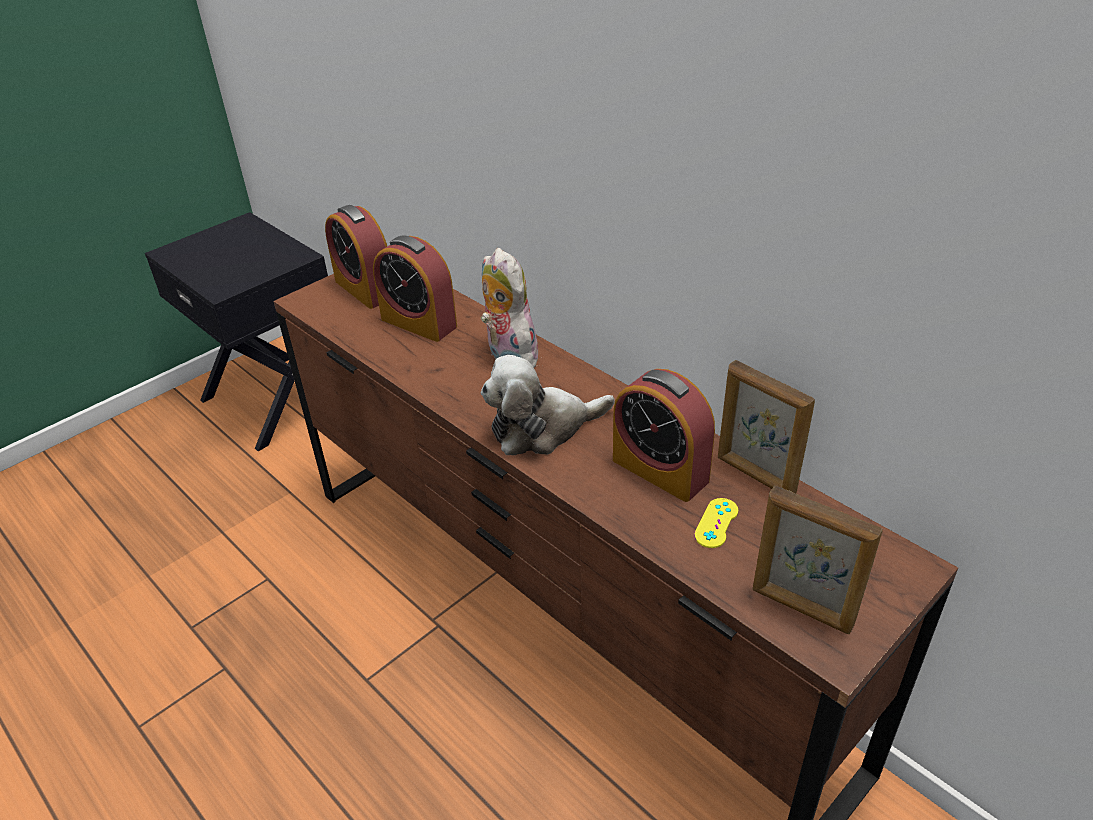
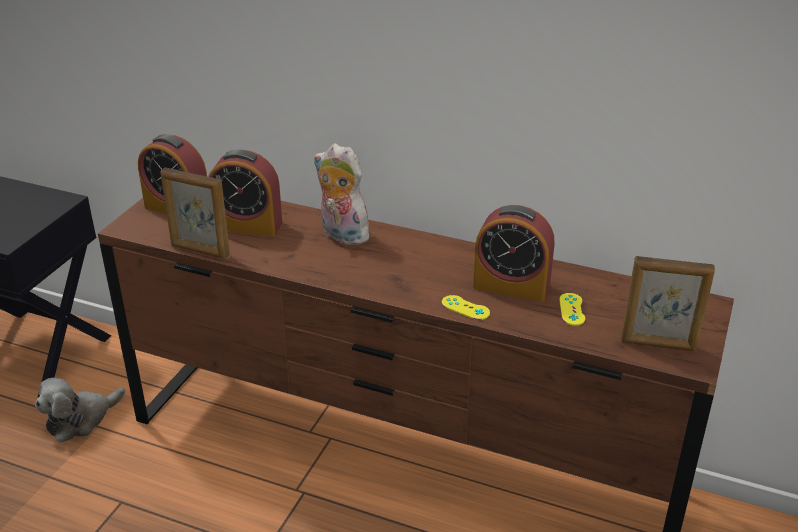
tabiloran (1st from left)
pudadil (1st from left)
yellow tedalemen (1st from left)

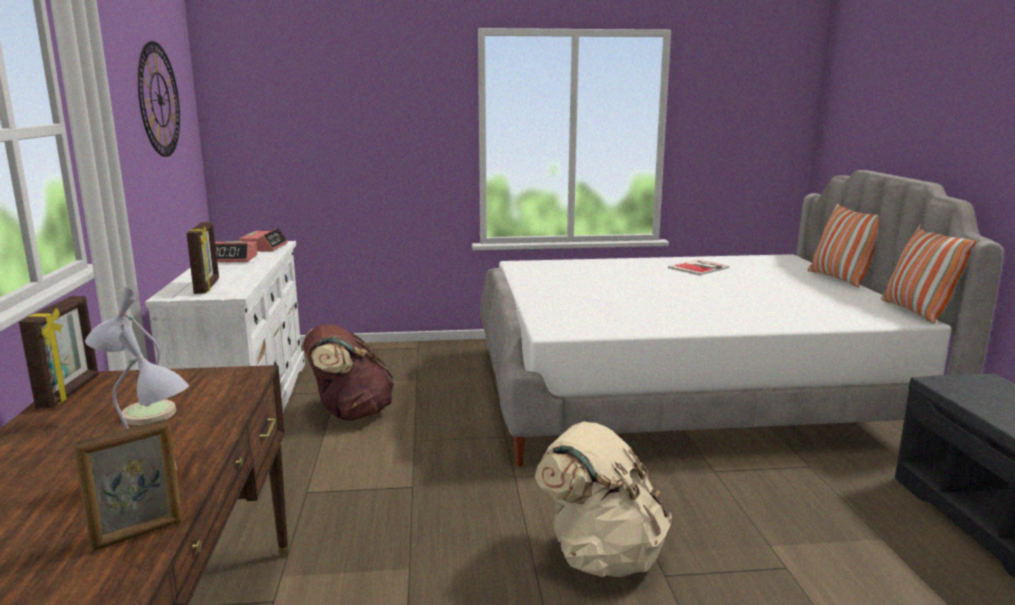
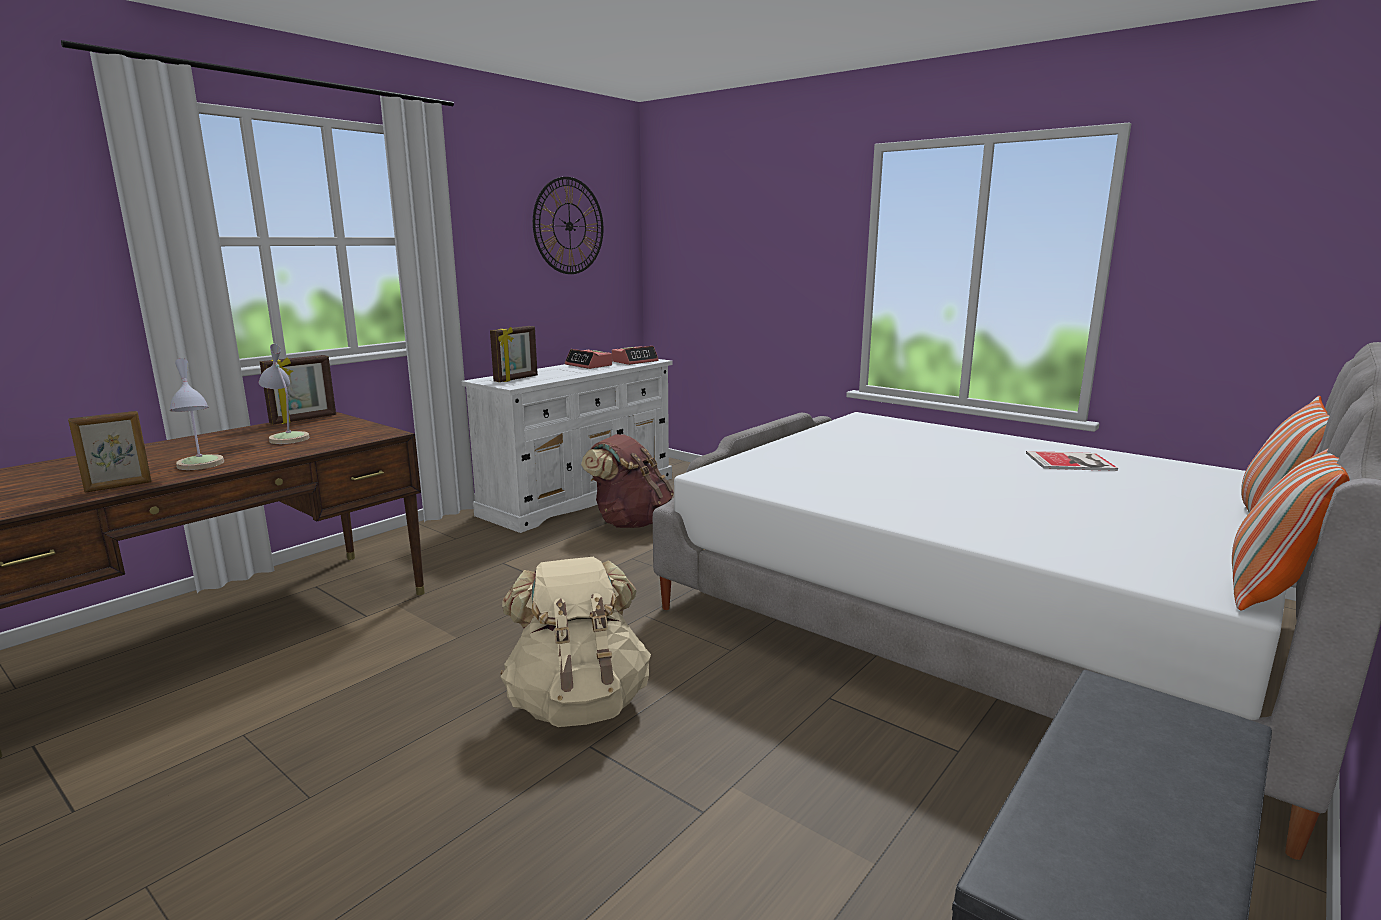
pudadil (1st from left)

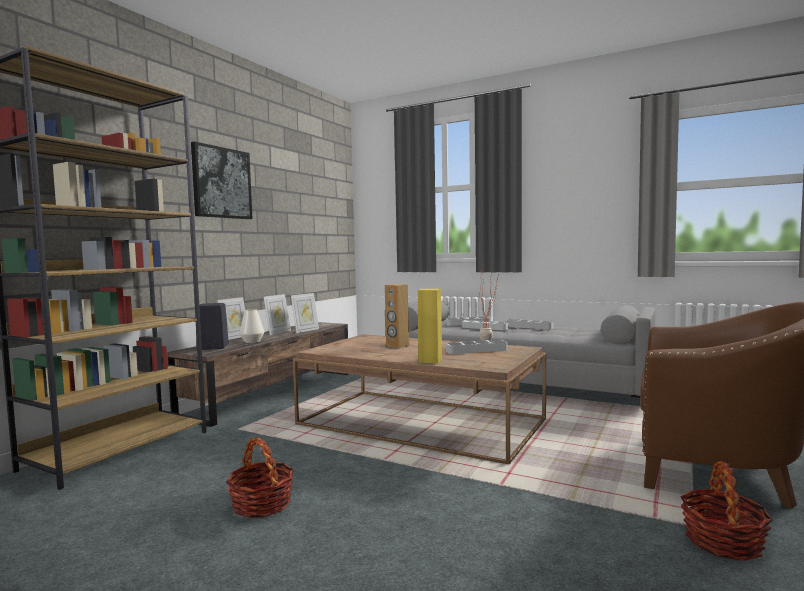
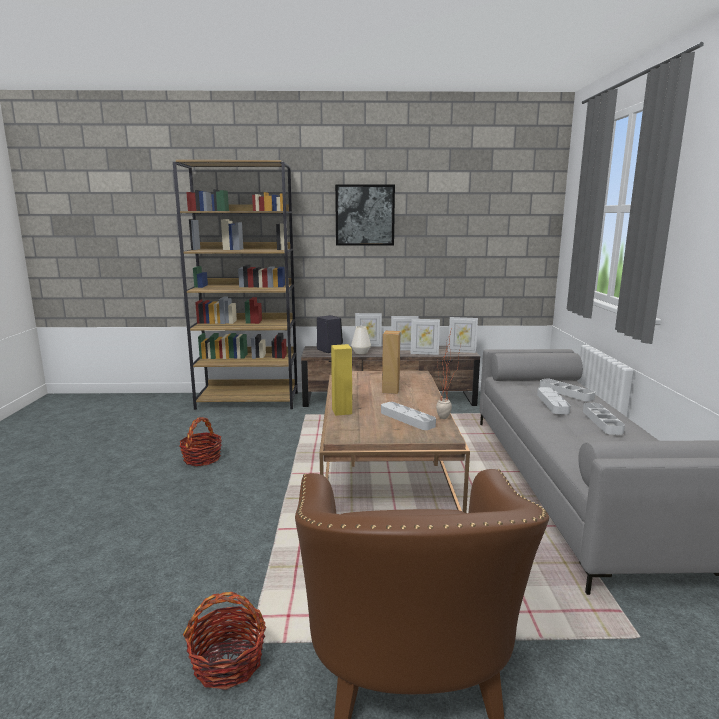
pudadil (4th from left)

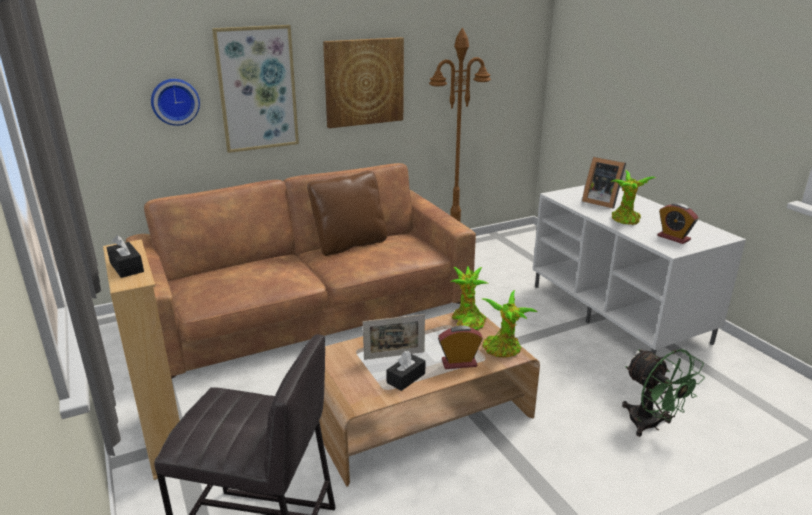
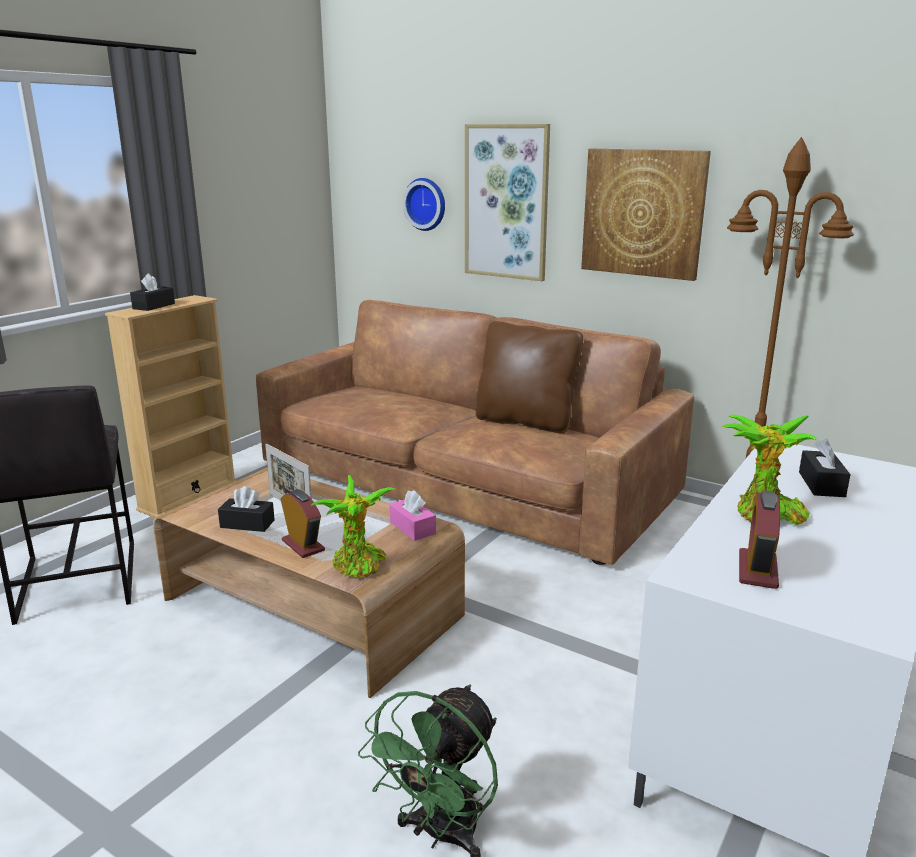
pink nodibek
black nodibek (3rd from left)

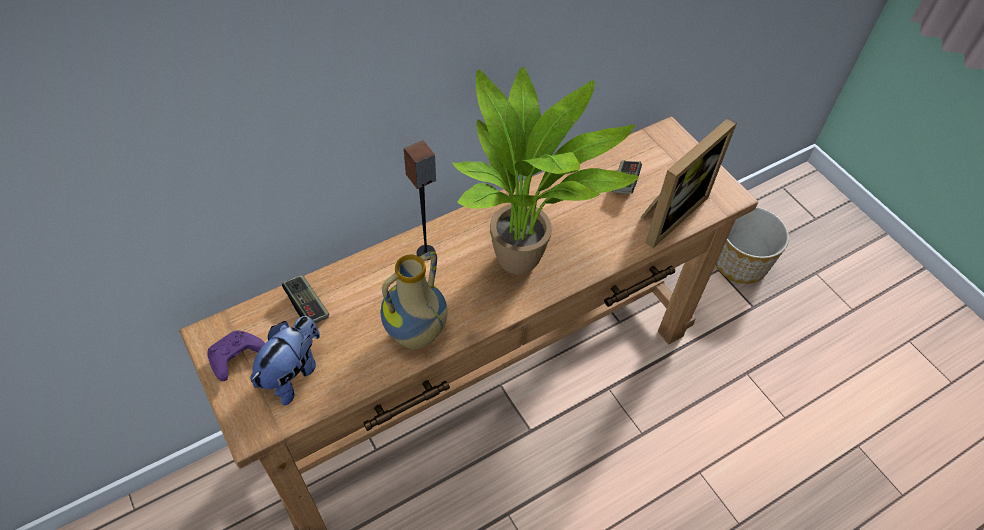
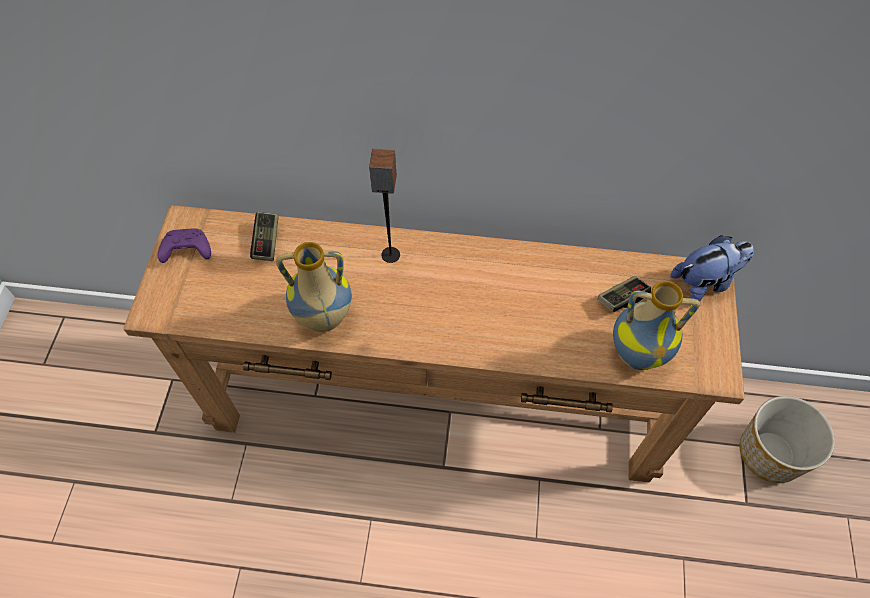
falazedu (2nd from left)
tabiloran
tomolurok

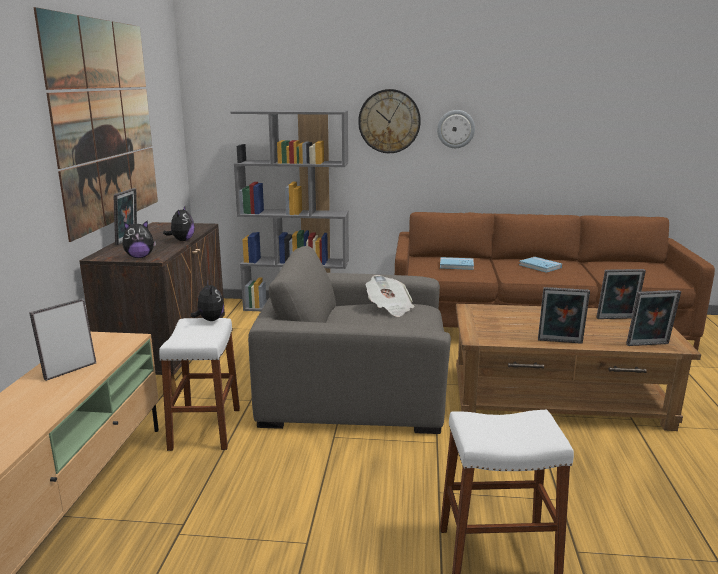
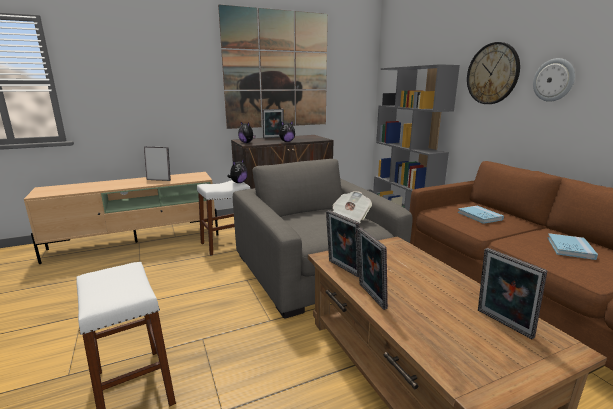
pudadil (3rd from left)

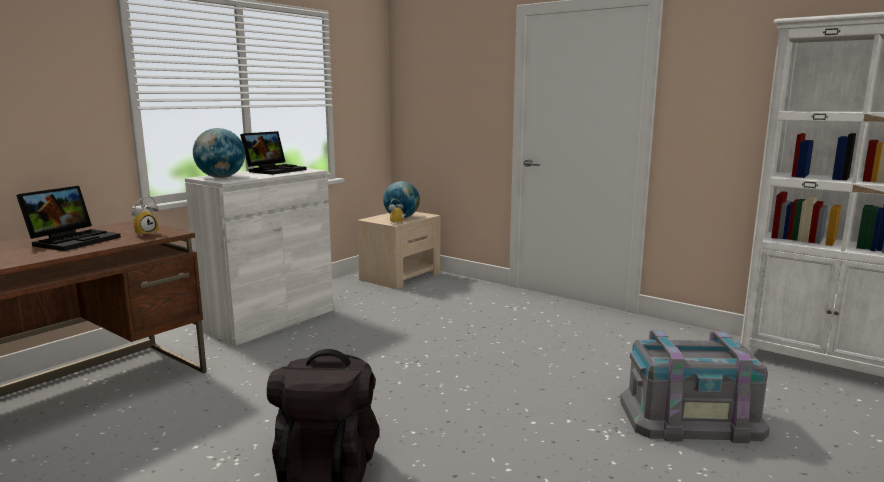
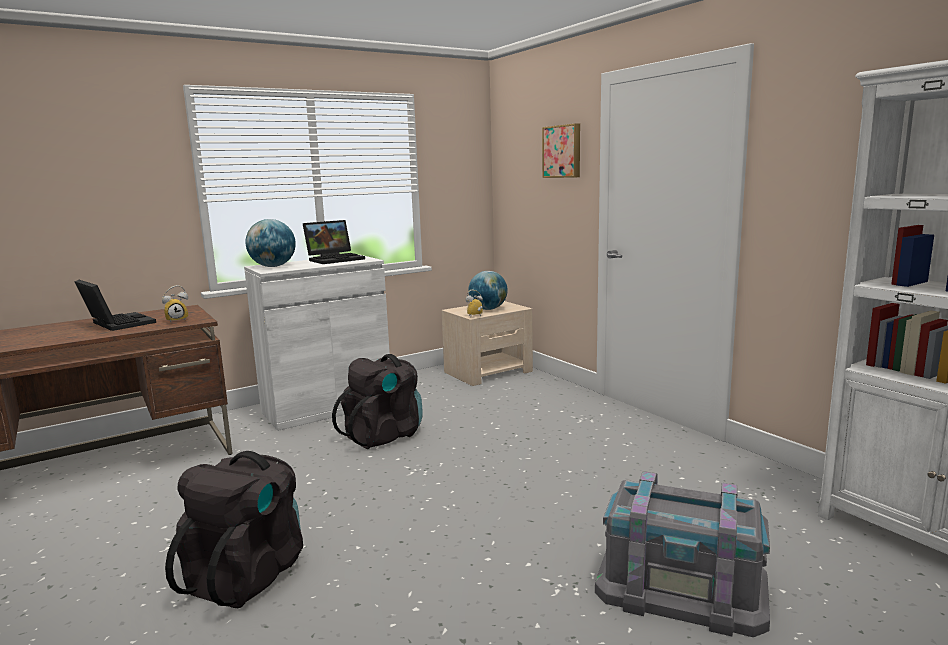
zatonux (1st from left)
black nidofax (2nd from left)
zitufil

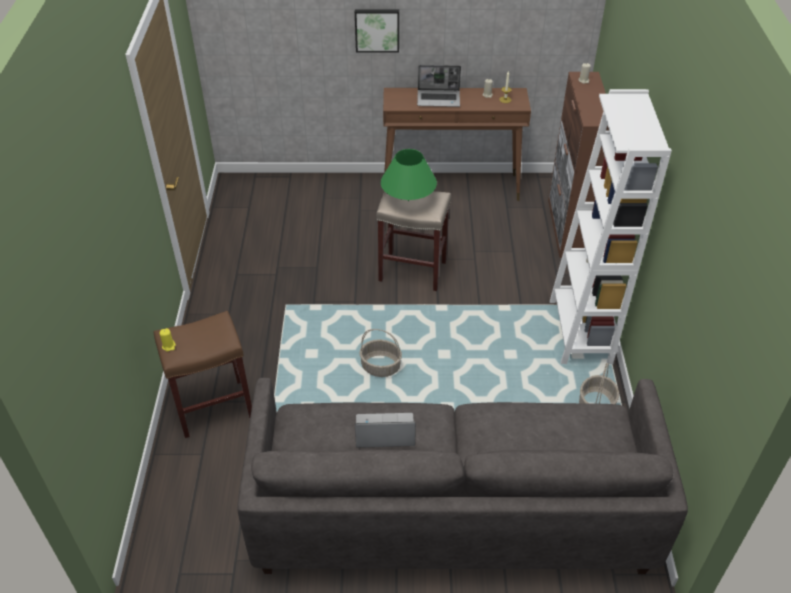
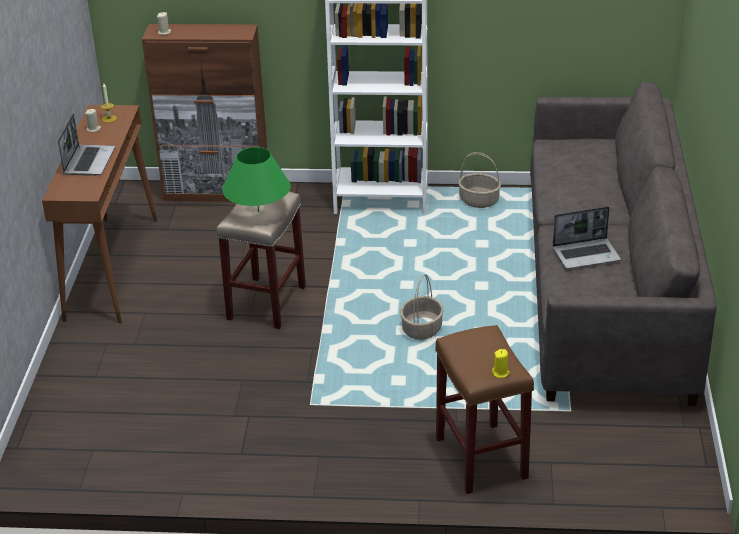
zatonux (2nd from left)
zitufil

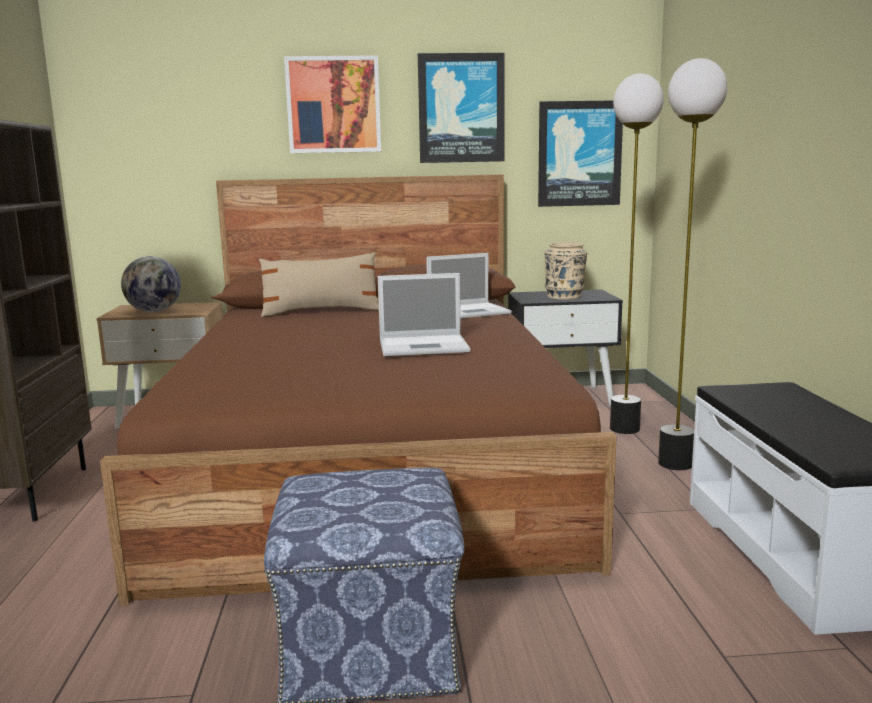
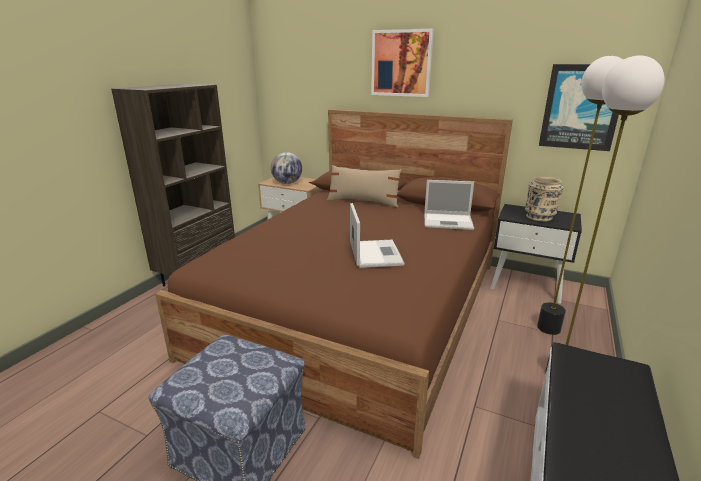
zatonux (1st from left)
zitufil (2nd from left in the first image)

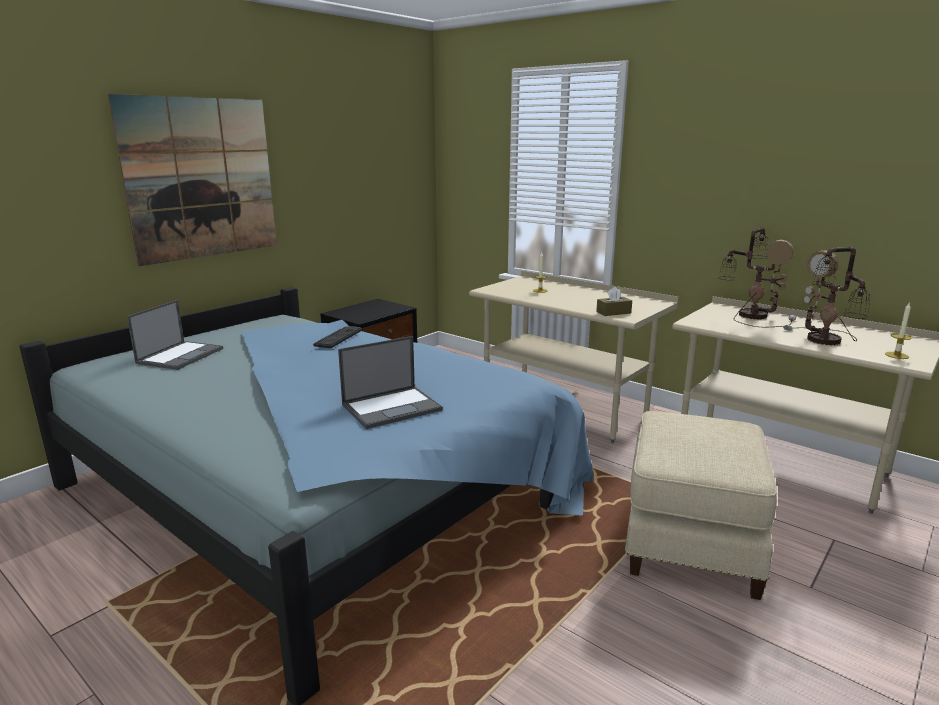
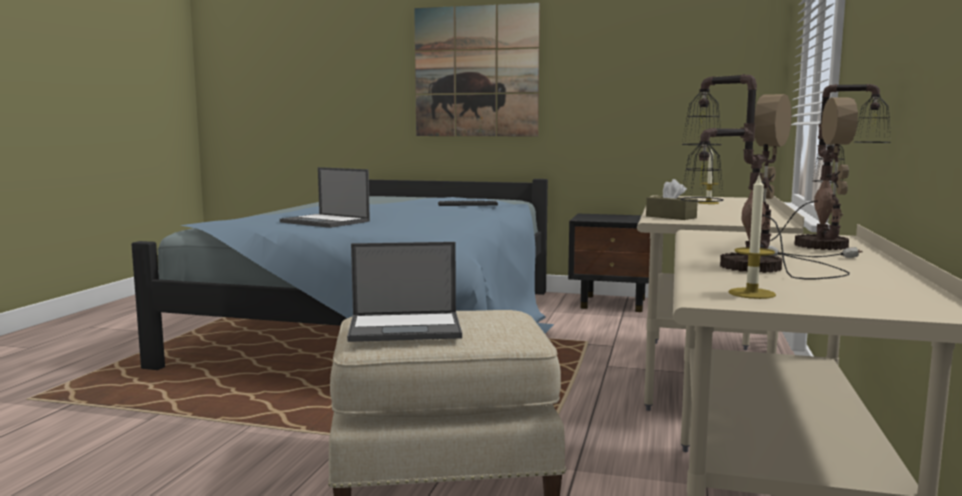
zatonux (2nd from left)

